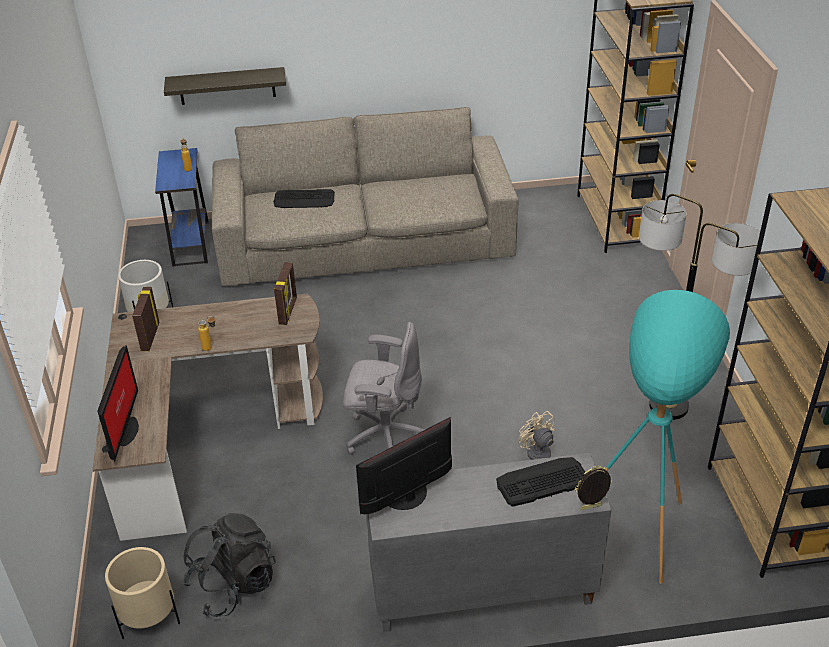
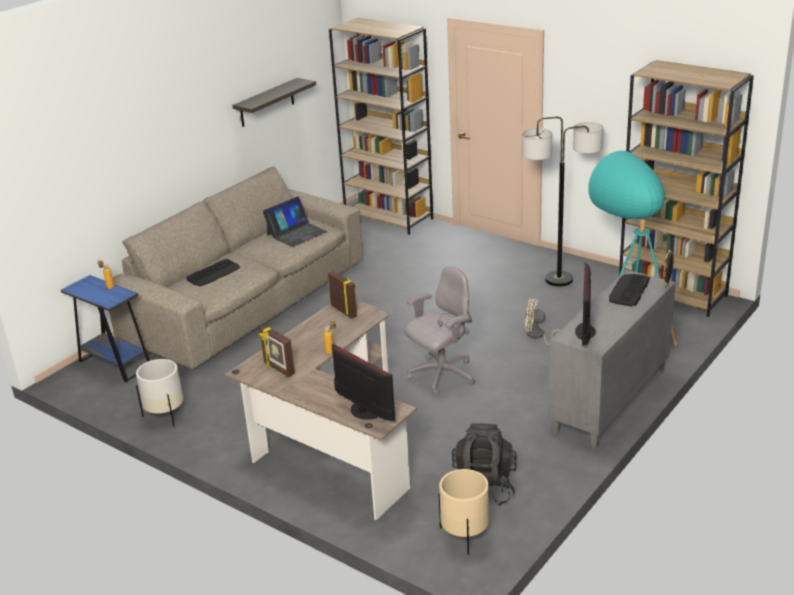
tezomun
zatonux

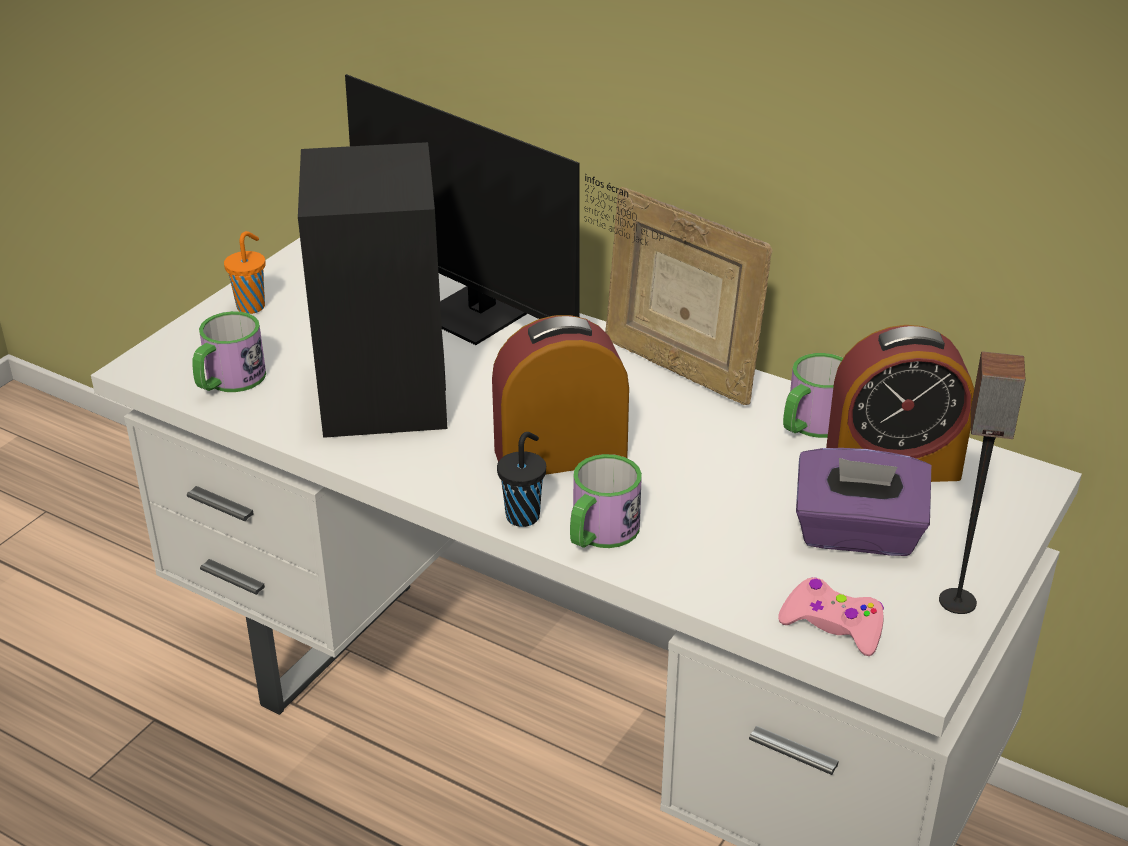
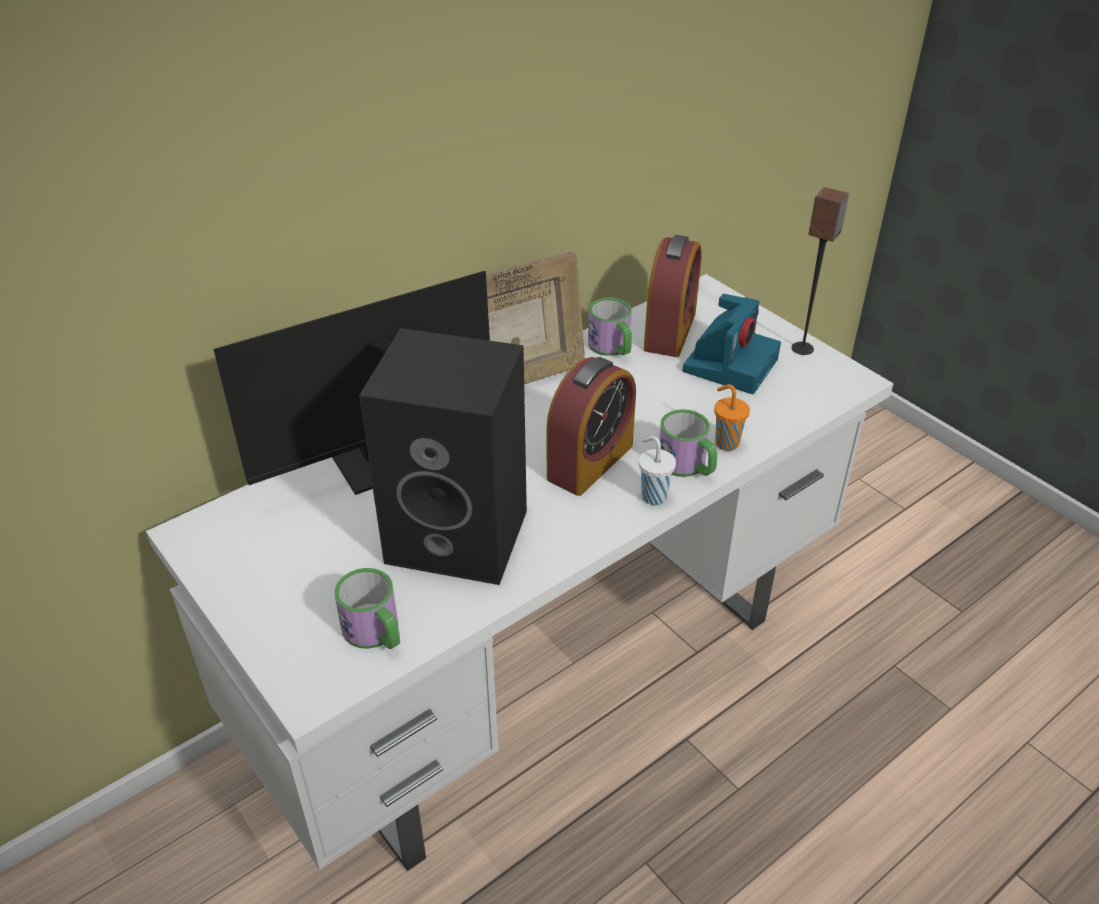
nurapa (1st from left)
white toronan
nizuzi
orange toronan
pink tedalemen

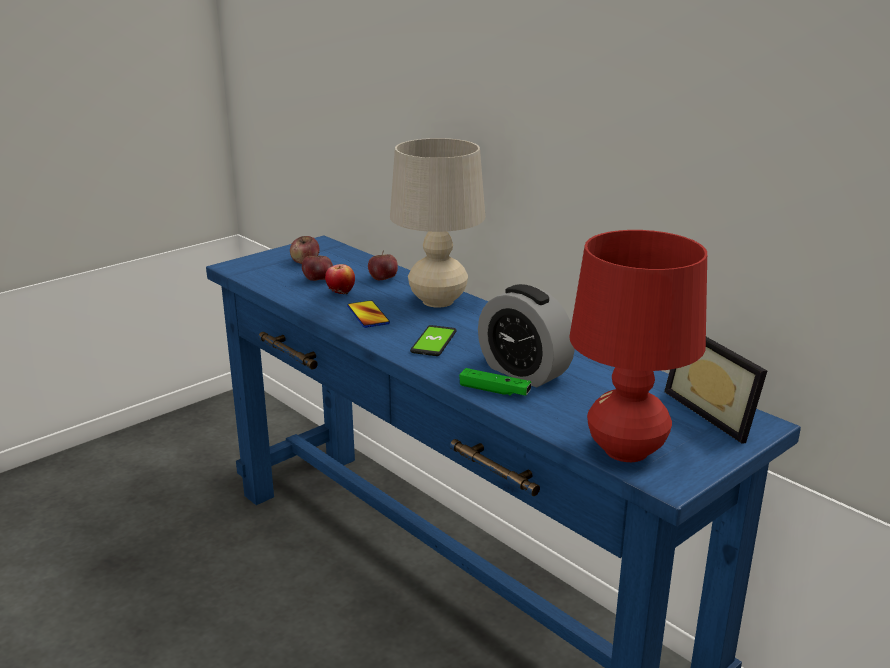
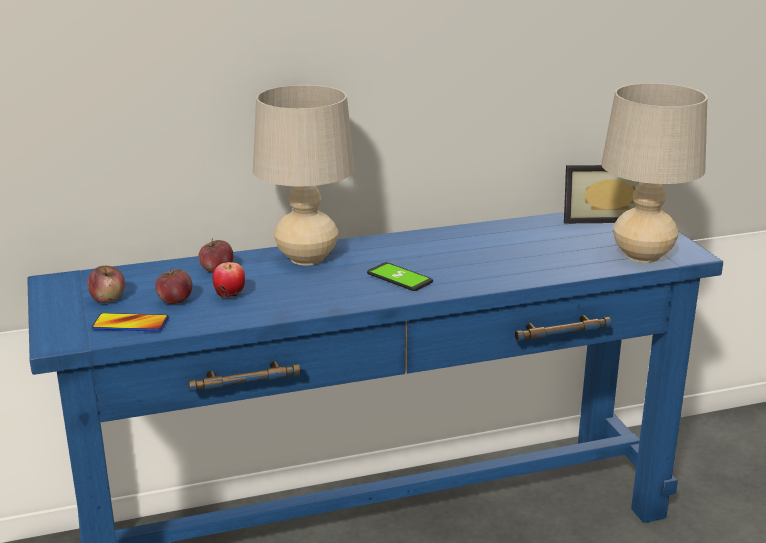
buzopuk (1st from left)
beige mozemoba (2nd from left)
green tedalemen
nurapa

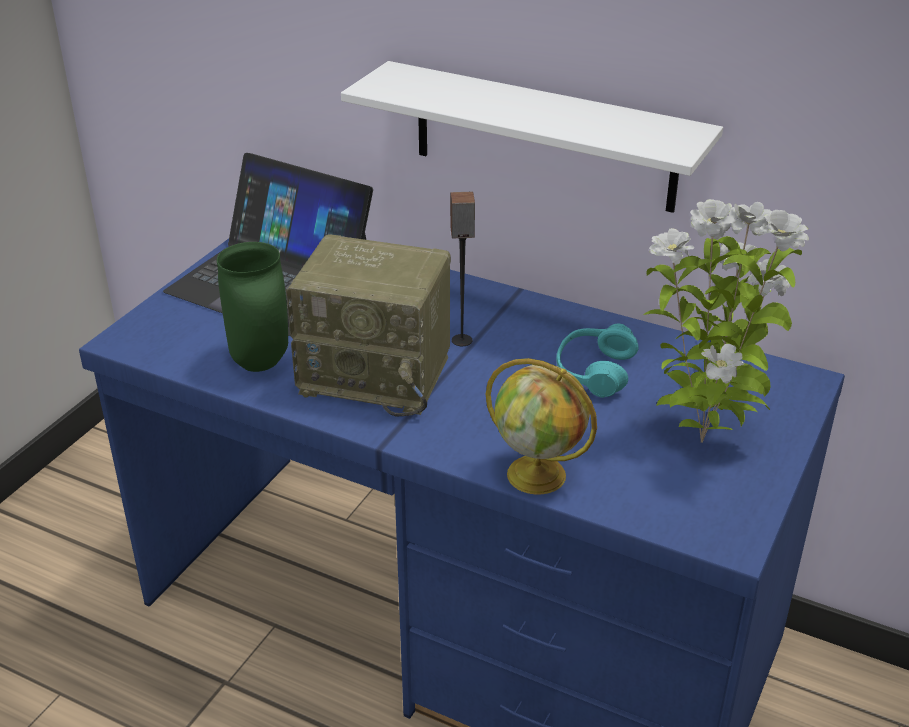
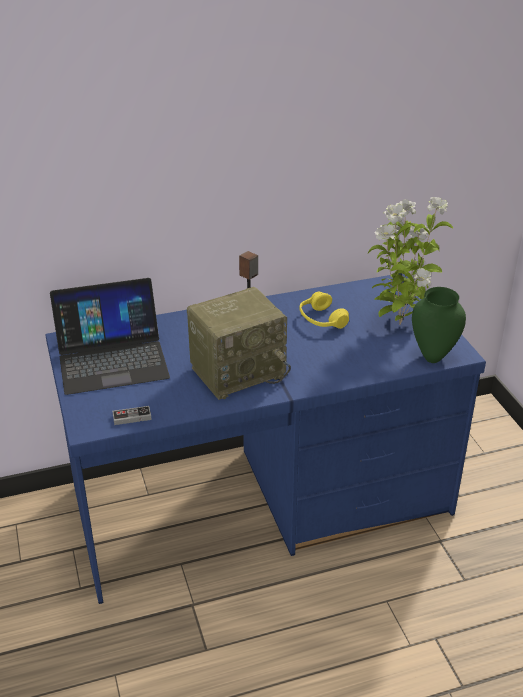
tedalemen
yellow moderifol
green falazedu
white tezomun
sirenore

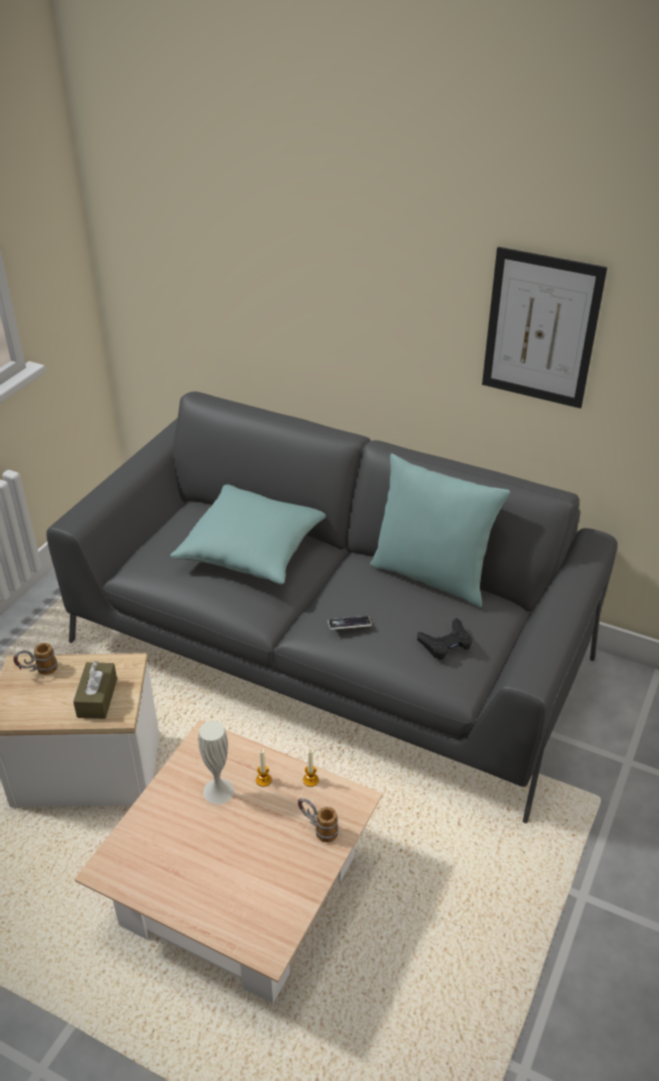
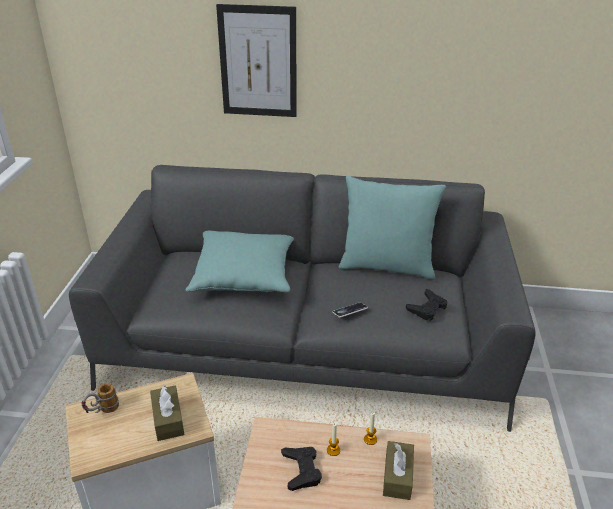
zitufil
black tedalemen (1st from left)
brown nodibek (2nd from left)

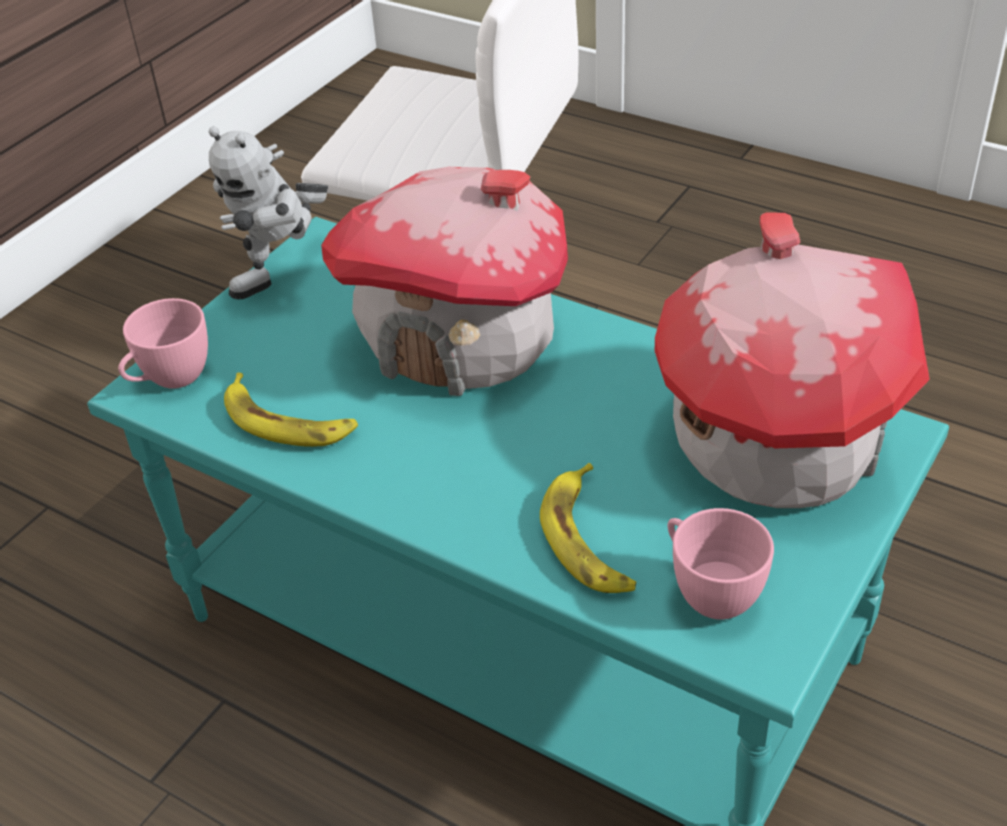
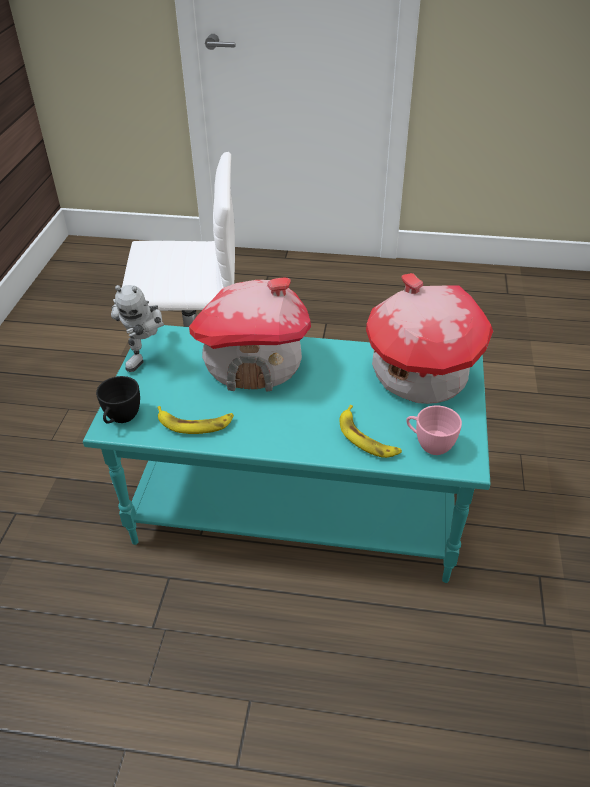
black toronan

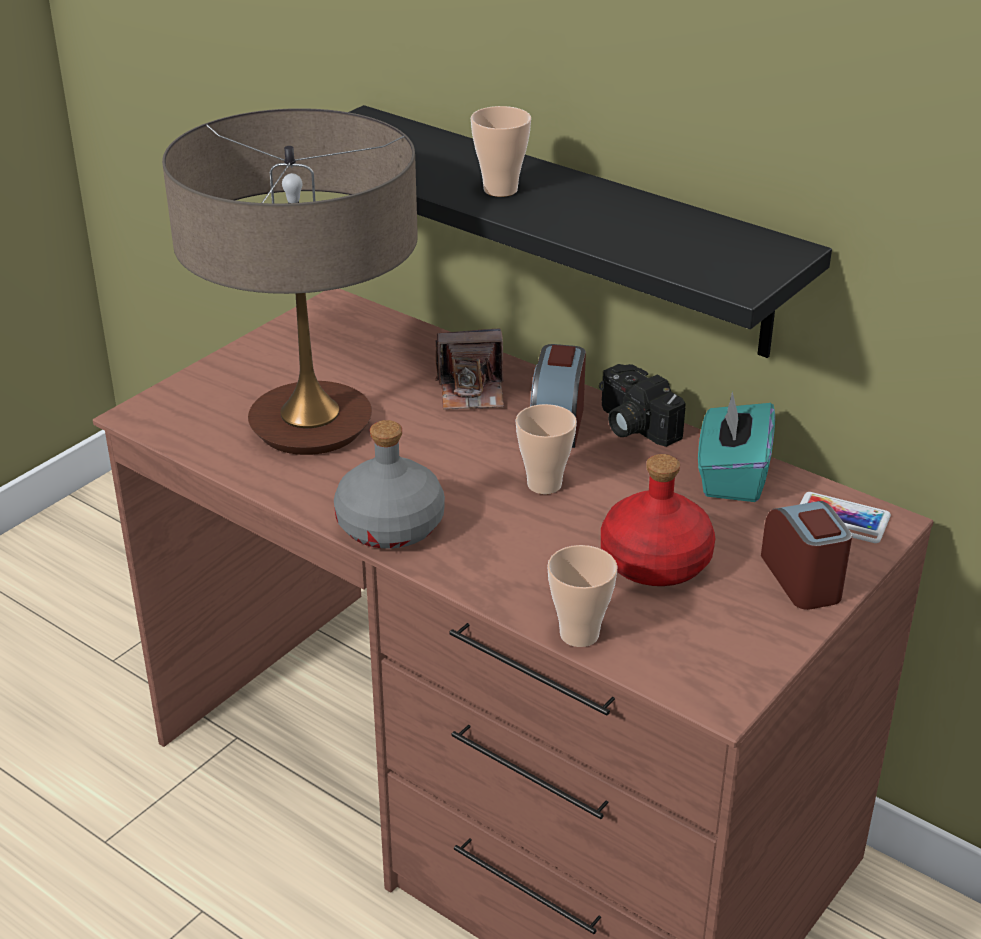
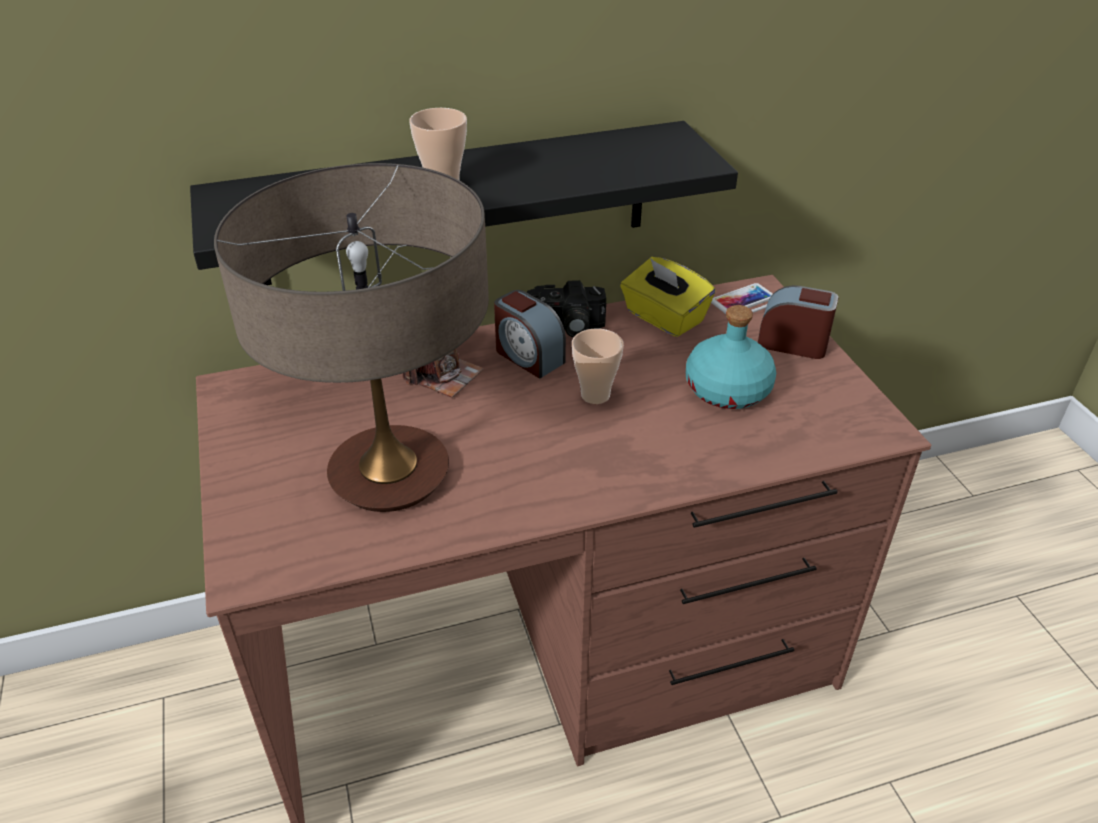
yellow nodibek
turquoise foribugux
grey foribugux
toronan (3rd from left in the first image)

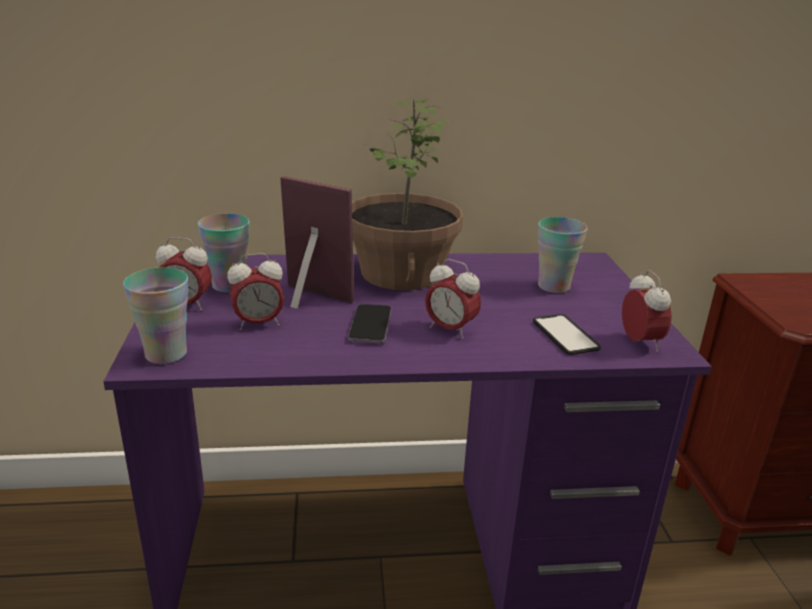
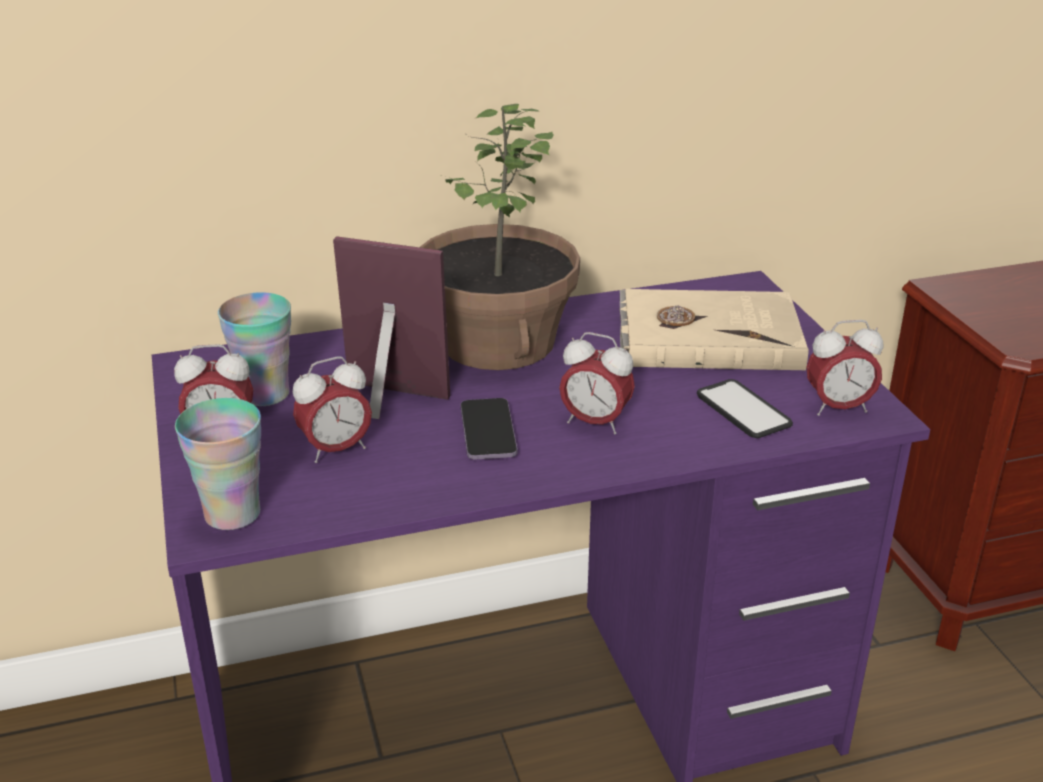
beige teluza
nurapa (4th from left)

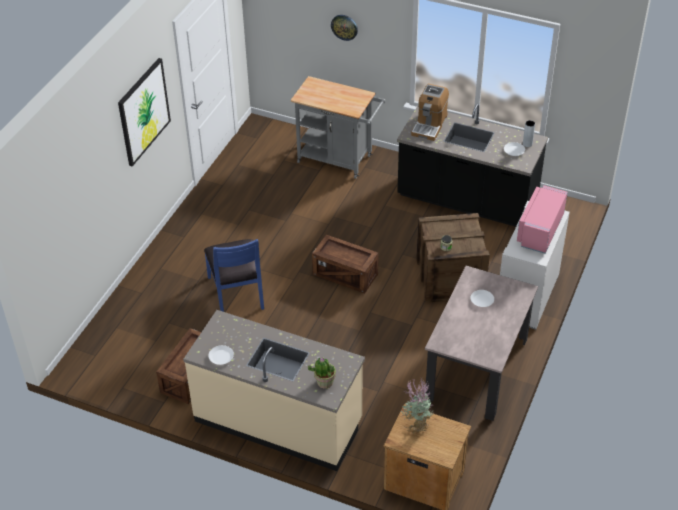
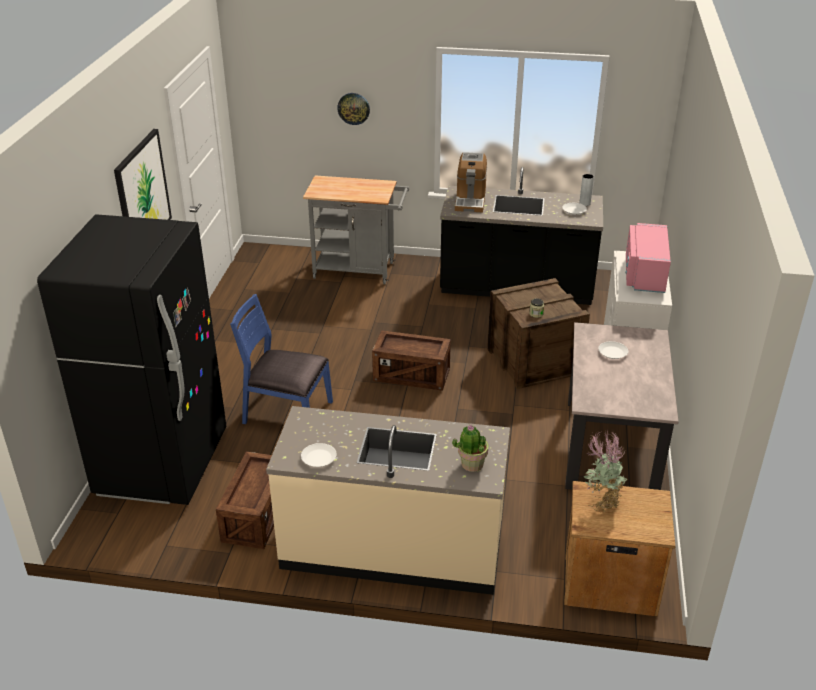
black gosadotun
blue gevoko

